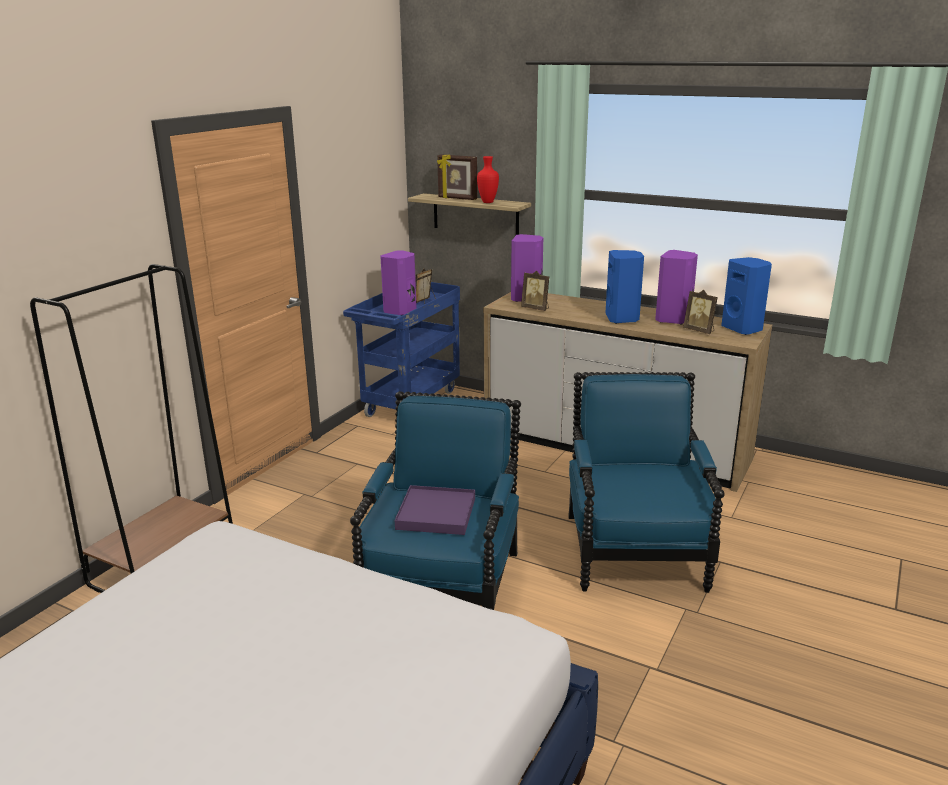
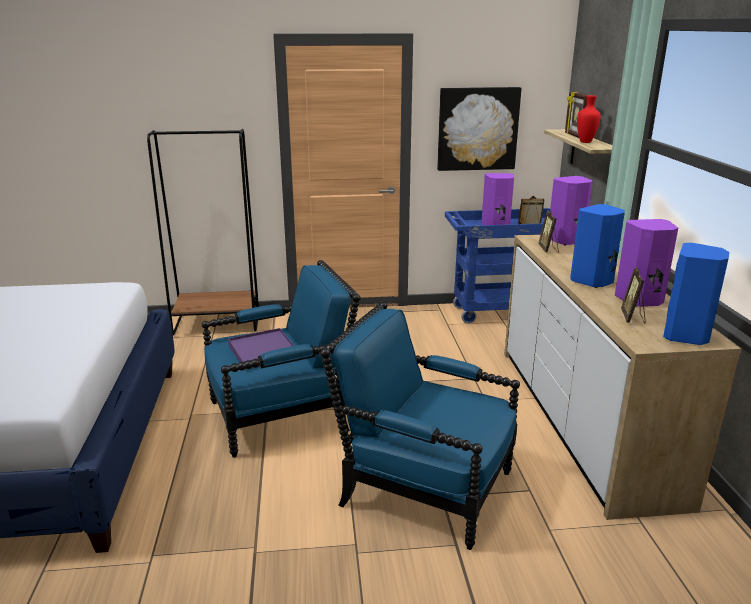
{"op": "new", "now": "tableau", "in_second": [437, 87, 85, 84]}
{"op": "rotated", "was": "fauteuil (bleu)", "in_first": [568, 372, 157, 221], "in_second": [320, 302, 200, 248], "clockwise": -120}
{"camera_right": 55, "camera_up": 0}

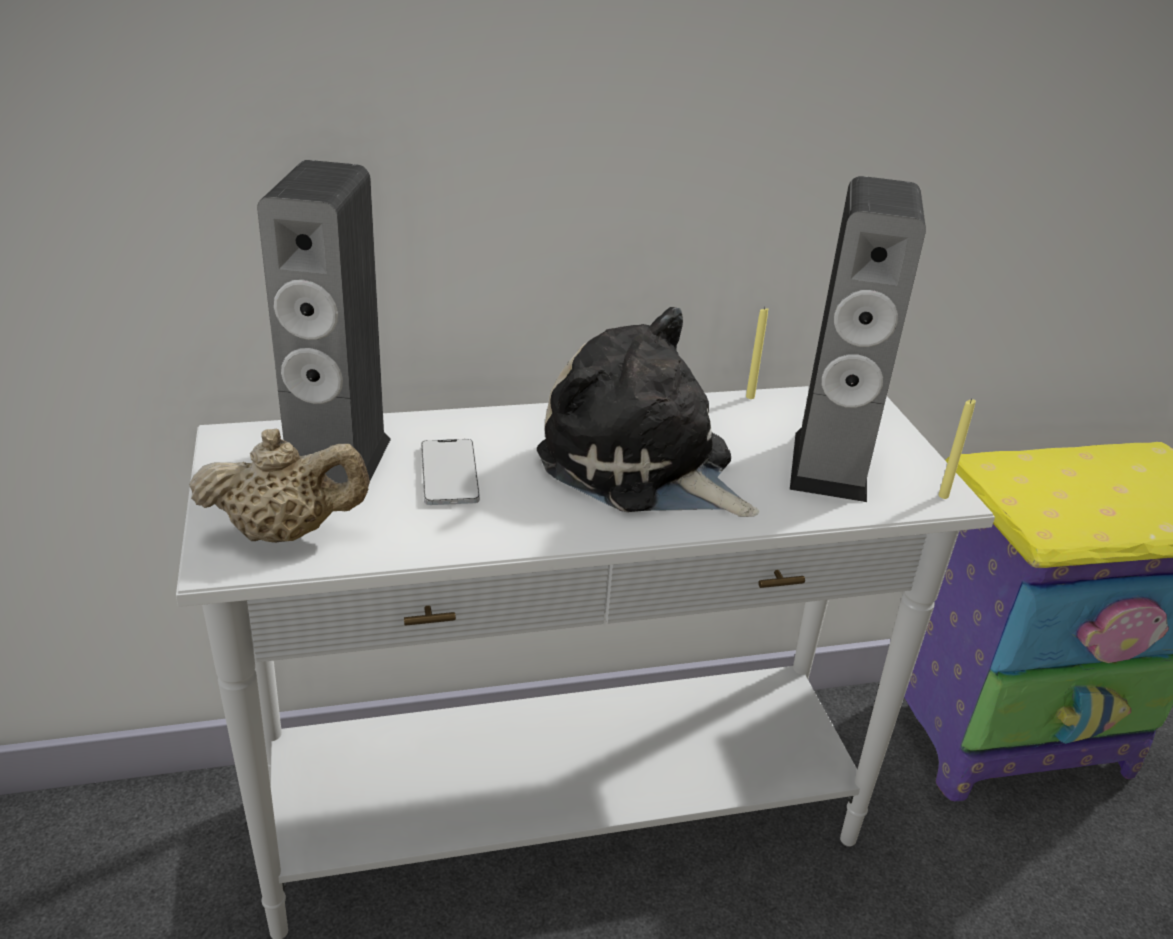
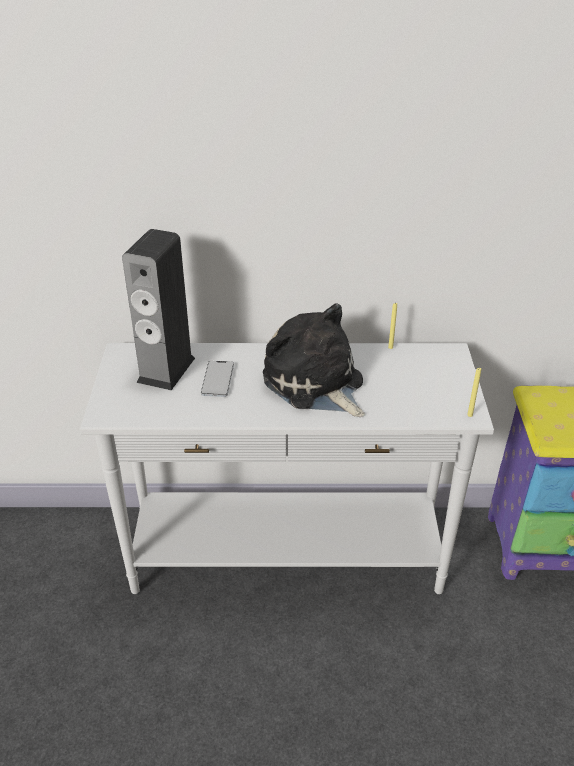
{"op": "gone", "was": "théière (beige)", "in_first": [189, 428, 181, 115]}
{"op": "gone", "was": "enceinte", "in_first": [790, 176, 136, 326]}
{"camera_right": 15, "camera_up": 5}

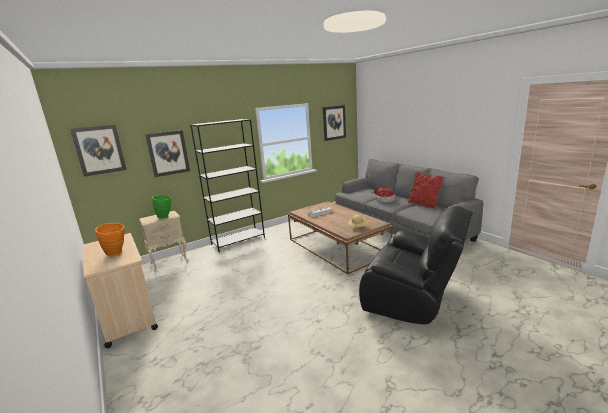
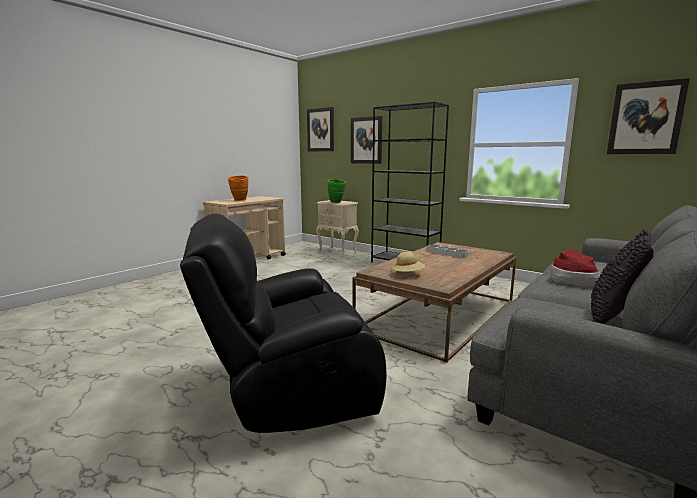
{"op": "repainted", "was": "coussin (rouge)", "now": "coussin (noir)", "in_first": [408, 172, 36, 37], "in_second": [591, 230, 63, 94]}
{"op": "rotated", "was": "fauteuil (noir)", "in_first": [359, 206, 114, 118], "in_second": [180, 214, 206, 219], "clockwise": 60}
{"camera_right": 70, "camera_up": -5}

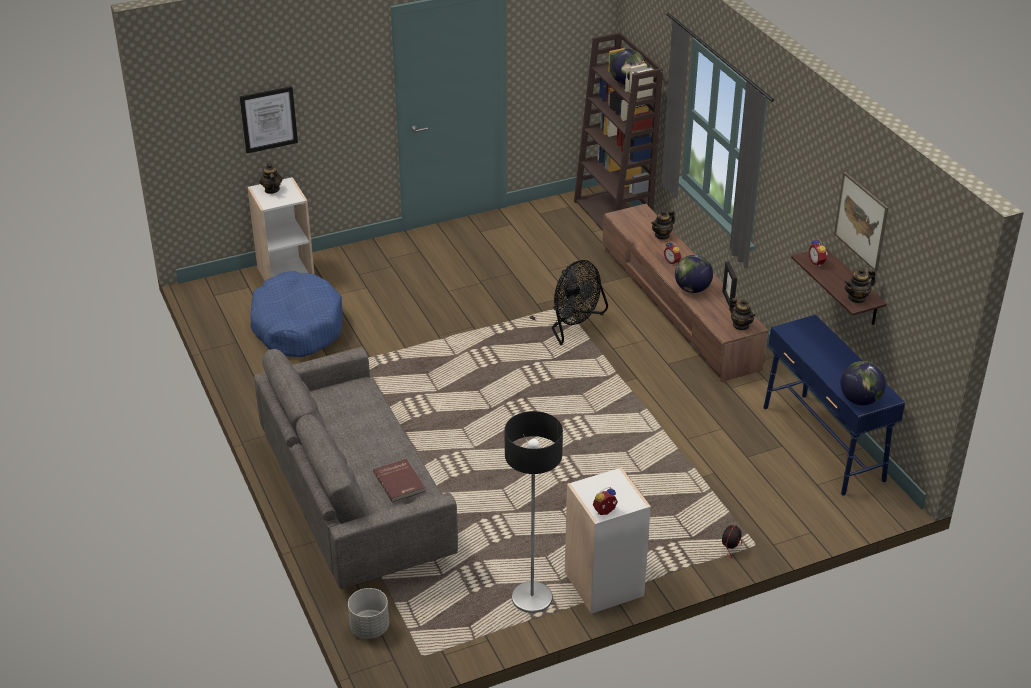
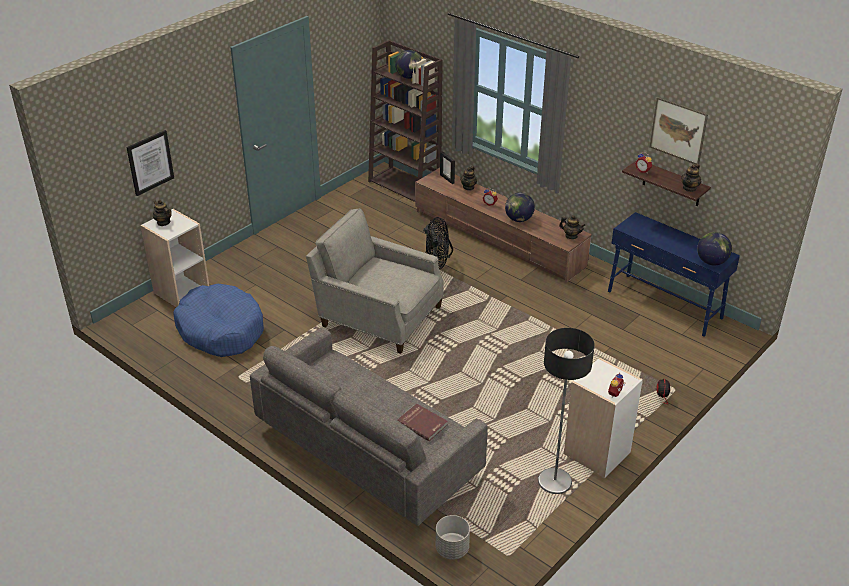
{"op": "new", "now": "fauteuil (gris)", "in_second": [306, 208, 138, 146]}
{"op": "shifted", "was": "cadre photo", "in_first": [722, 261, 15, 47], "in_second": [440, 151, 15, 33]}
{"camera_right": -25, "camera_up": 0}

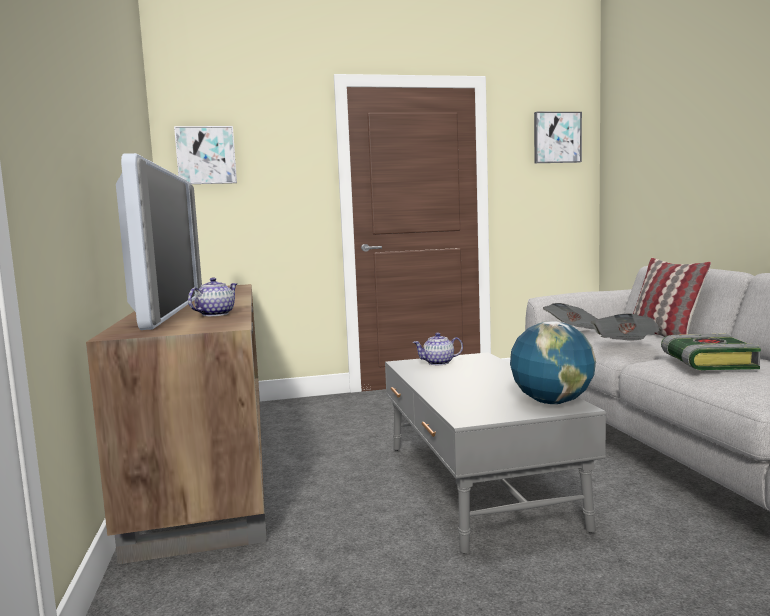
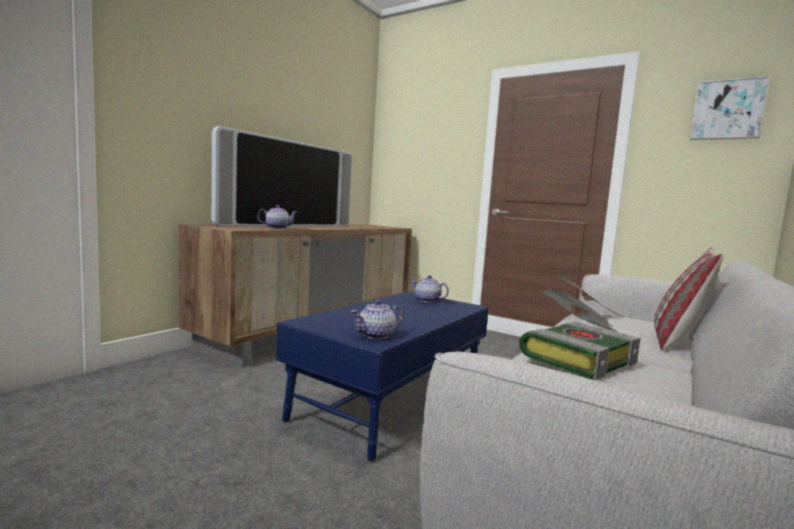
{"op": "gone", "was": "tableau", "in_first": [174, 126, 63, 58]}
{"op": "swapped", "was": "globe", "now": "théière", "in_first": [510, 321, 86, 83], "in_second": [351, 300, 52, 39]}
{"op": "repainted", "was": "table basse (gris)", "now": "table basse (bleu)", "in_first": [385, 352, 221, 202], "in_second": [276, 292, 213, 169]}
{"camera_right": 45, "camera_up": 0}

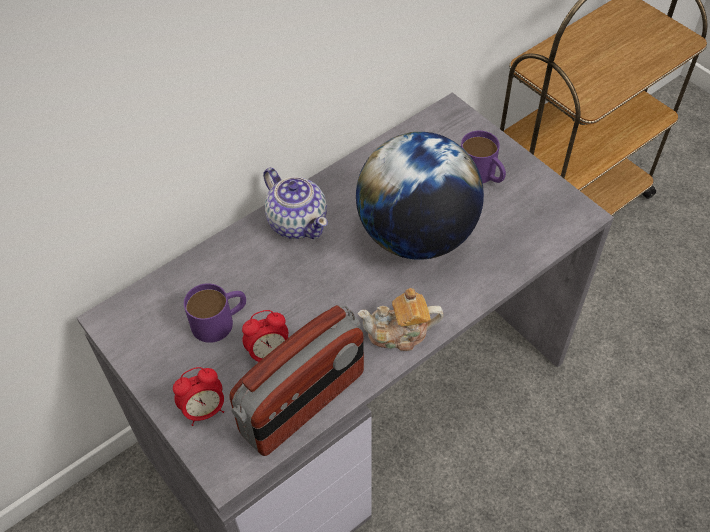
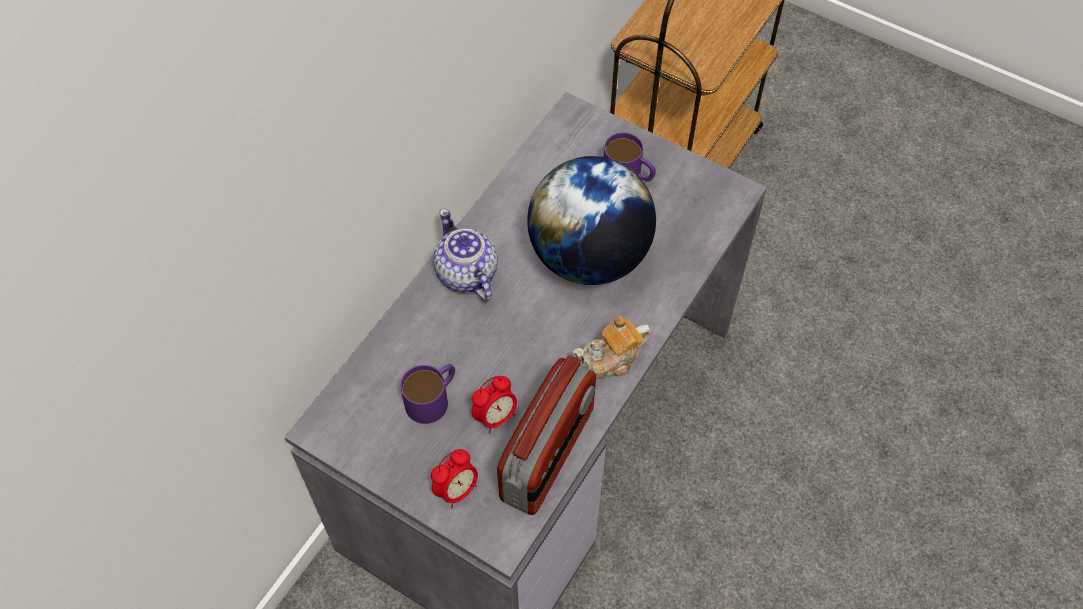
{"op": "rotated", "was": "théière", "in_first": [263, 167, 65, 72], "in_second": [433, 208, 65, 93], "clockwise": -150}
{"camera_right": -20, "camera_up": 5}

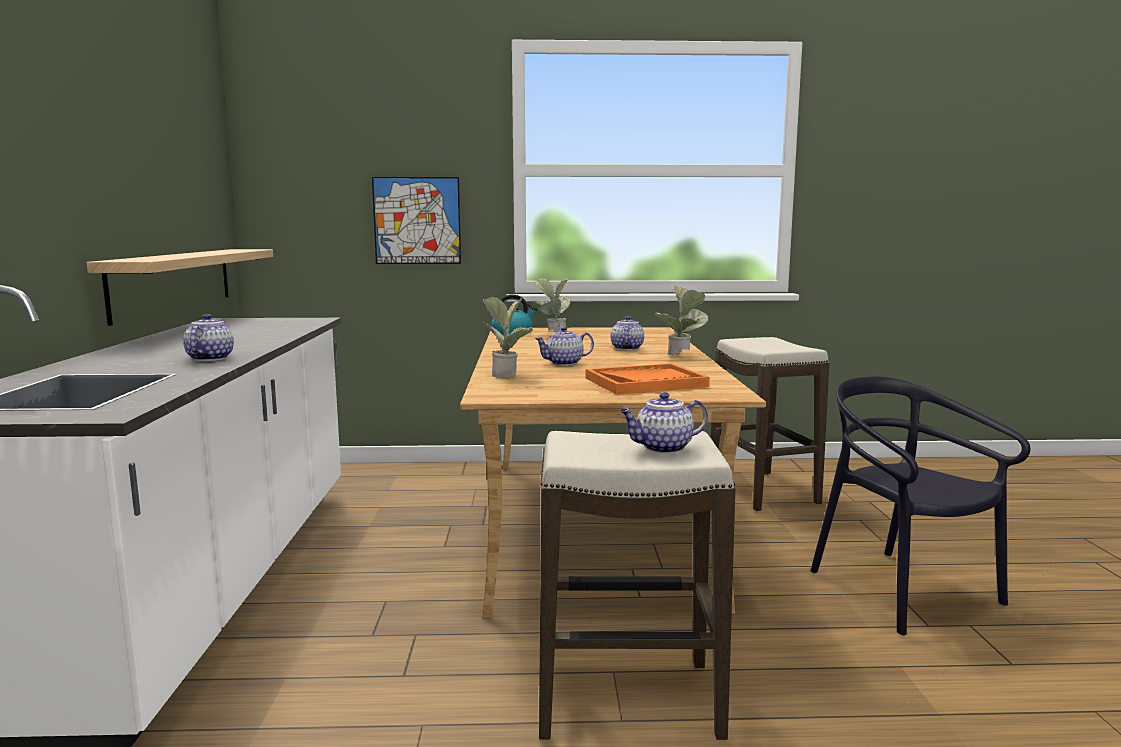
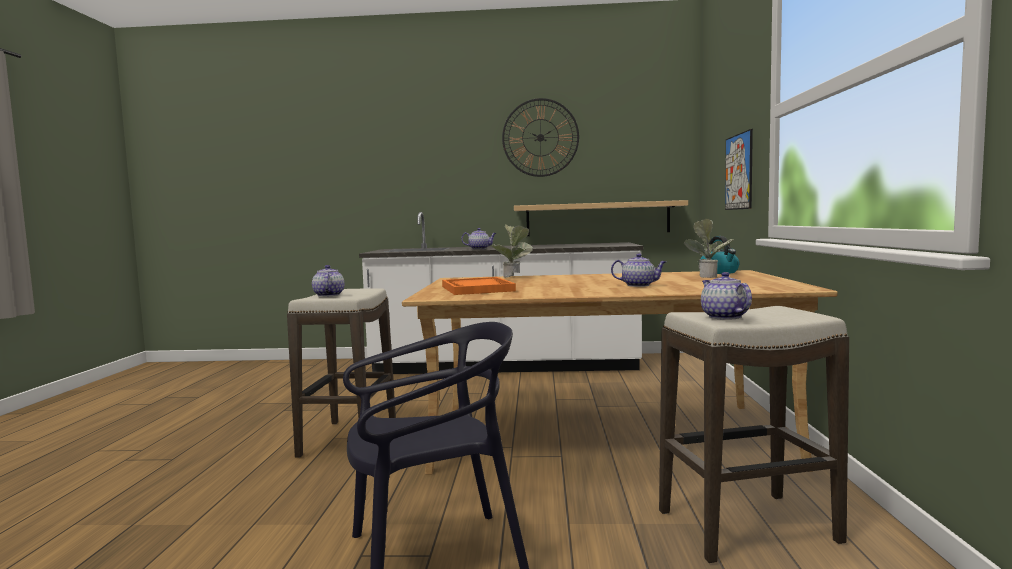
{"op": "gone", "was": "plante en pot", "in_first": [655, 286, 53, 69]}
{"op": "new", "now": "horloge murale", "in_second": [502, 98, 77, 79]}
{"op": "shifted", "was": "théière", "in_first": [535, 327, 59, 39], "in_second": [701, 272, 51, 48]}
{"camera_right": 95, "camera_up": -5}

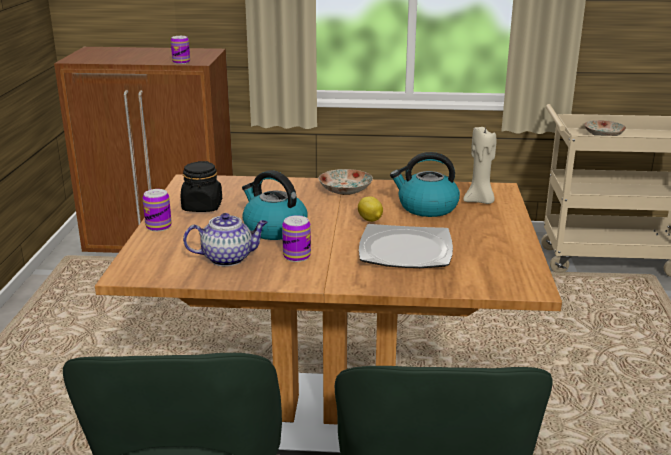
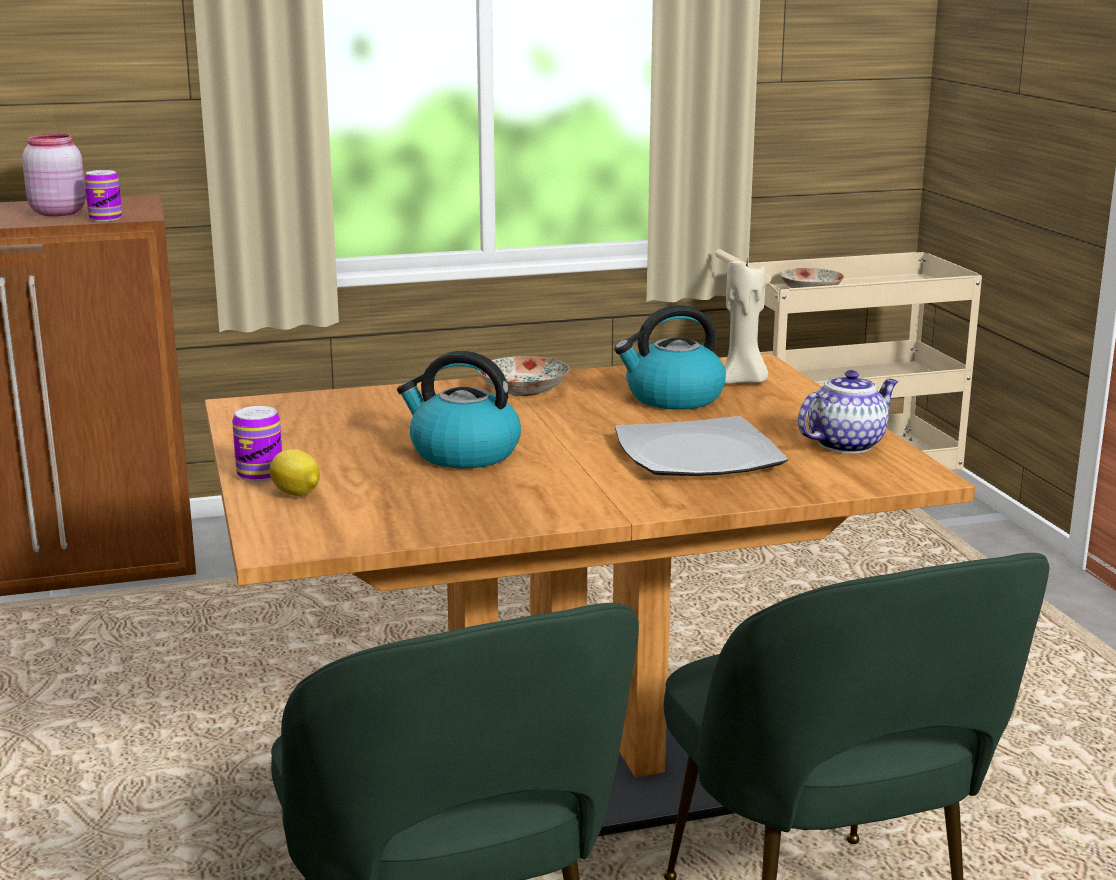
{"op": "gone", "was": "bocal (noir)", "in_first": [181, 161, 41, 51]}
{"op": "gone", "was": "boîte métallique", "in_first": [282, 215, 29, 47]}
{"op": "new", "now": "bocal (rose)", "in_second": [22, 134, 64, 82]}
{"op": "shifted", "was": "théière", "in_first": [183, 213, 85, 53], "in_second": [798, 370, 100, 84]}
{"op": "shifted", "was": "citron", "in_first": [358, 196, 25, 26], "in_second": [270, 449, 50, 47]}
{"camera_right": -20, "camera_up": -5}

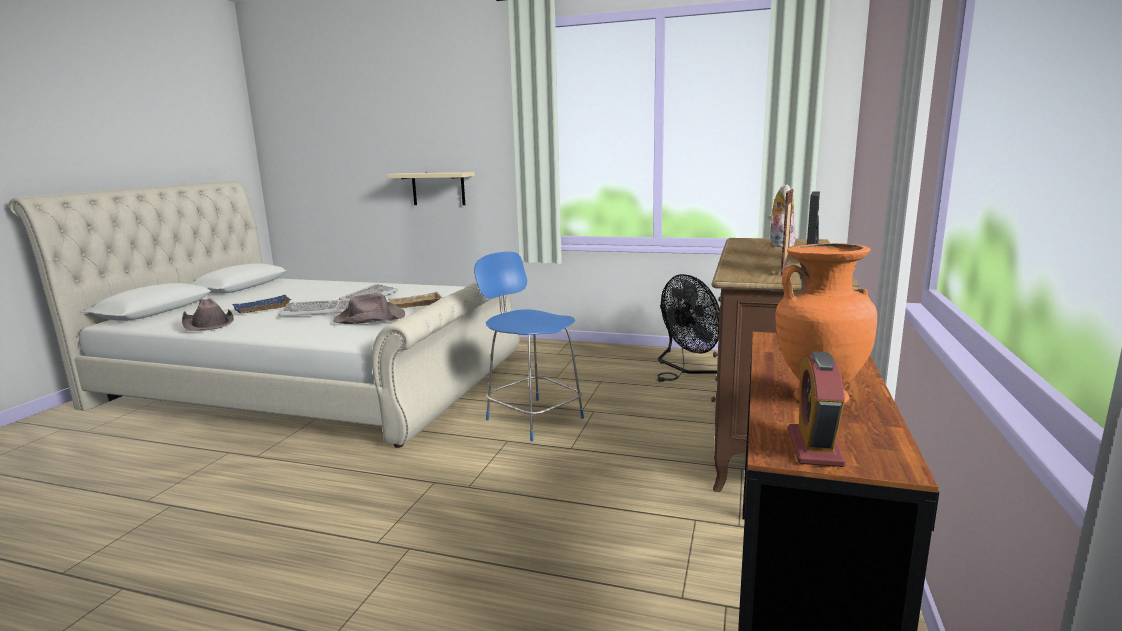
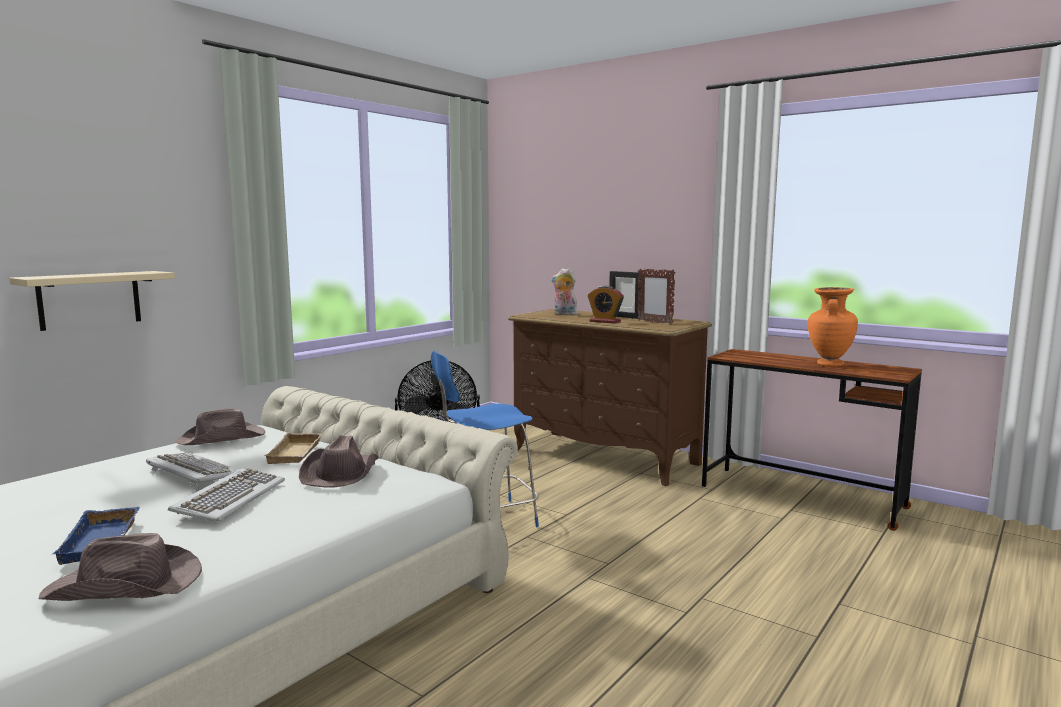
{"op": "new", "now": "chapeau (marron)", "in_second": [175, 408, 90, 37]}
{"op": "shifted", "was": "réveil", "in_first": [788, 351, 58, 116], "in_second": [588, 286, 36, 37]}
{"camera_right": -70, "camera_up": -5}

